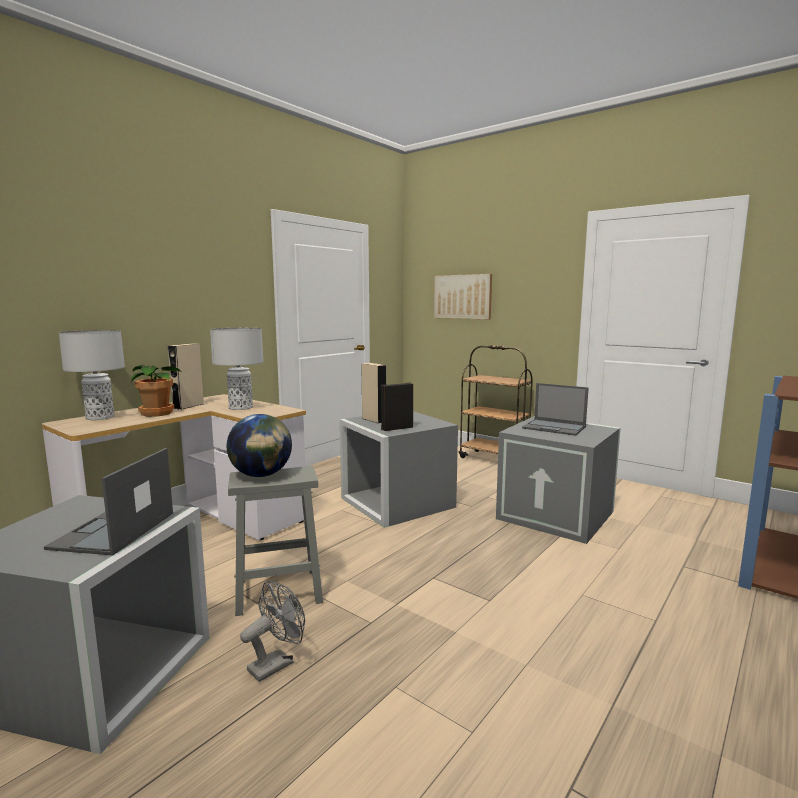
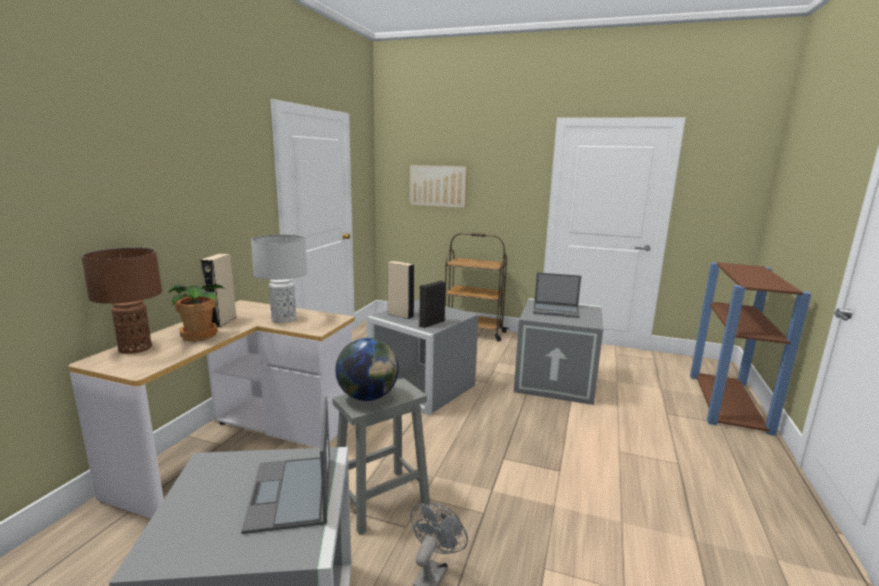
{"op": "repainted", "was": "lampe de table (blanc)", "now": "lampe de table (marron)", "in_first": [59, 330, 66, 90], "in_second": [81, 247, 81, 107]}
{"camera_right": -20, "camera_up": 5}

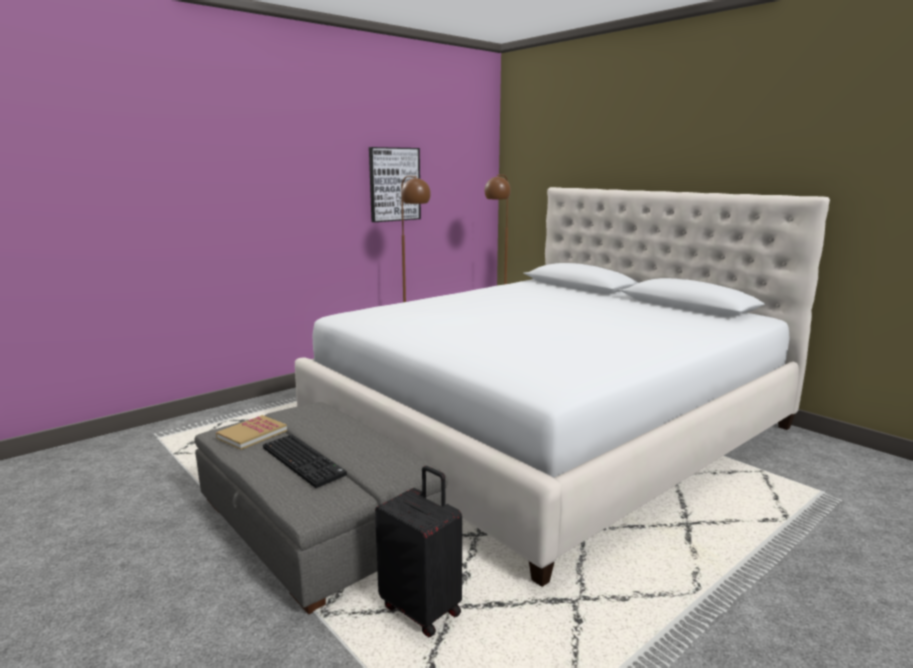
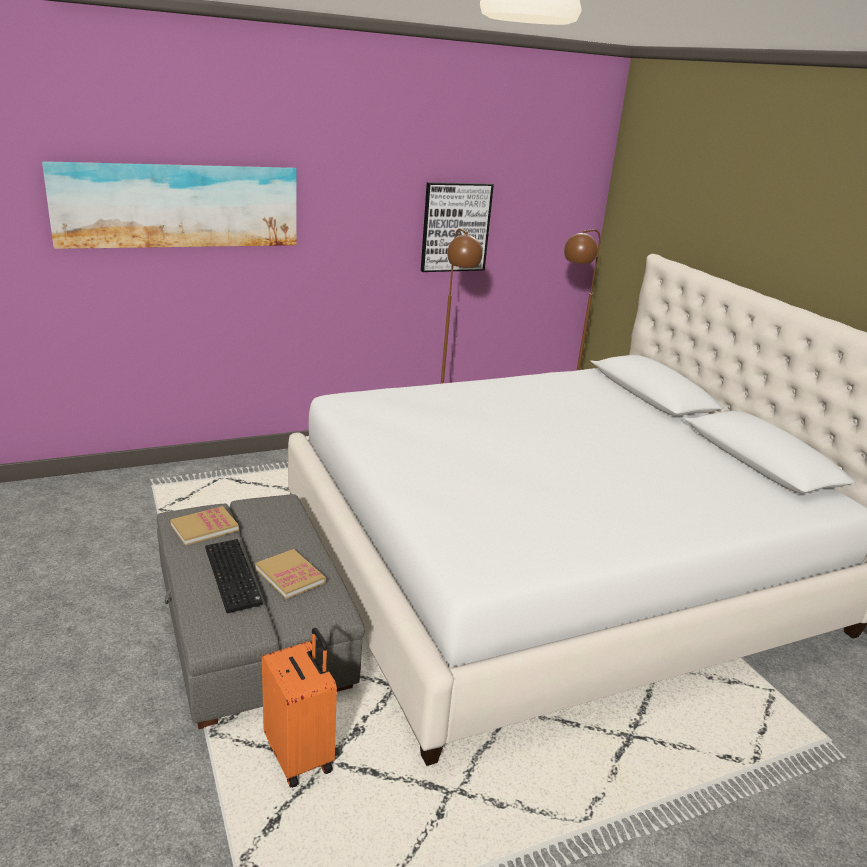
{"op": "new", "now": "tableau", "in_second": [42, 161, 255, 88]}
{"op": "new", "now": "livre", "in_second": [255, 549, 71, 50]}
{"op": "repainted", "was": "valise (noir)", "now": "valise (orange)", "in_first": [375, 466, 87, 171], "in_second": [262, 628, 75, 160]}
{"camera_right": 15, "camera_up": 10}

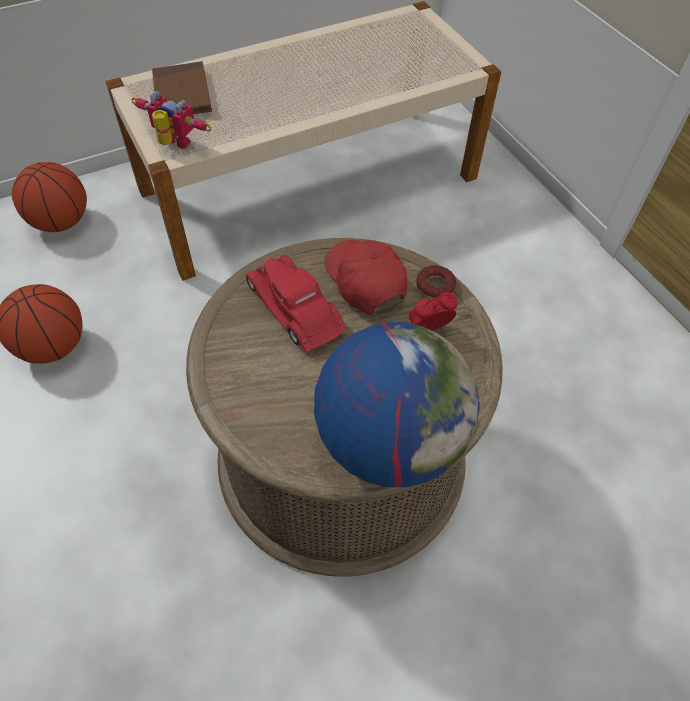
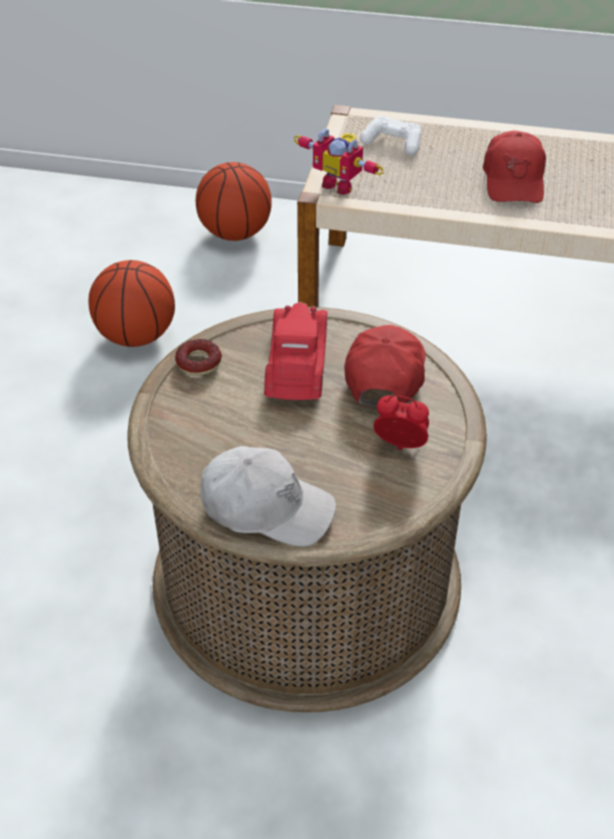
{"op": "new", "now": "casquette (rouge)", "in_second": [483, 131, 63, 72]}
{"op": "shifted", "was": "beignet", "in_first": [416, 265, 40, 34], "in_second": [175, 339, 47, 36]}
{"op": "swapped", "was": "livre (marron)", "now": "manette (blanc)", "in_first": [152, 61, 60, 53], "in_second": [360, 116, 61, 39]}
{"op": "swapped", "was": "globe", "now": "casquette (blanc)", "in_first": [314, 322, 165, 165], "in_second": [200, 446, 136, 101]}
{"op": "rotated", "was": "robot jouet", "in_first": [131, 91, 81, 58], "in_second": [294, 128, 90, 67], "clockwise": 150}
{"camera_right": 40, "camera_up": -10}

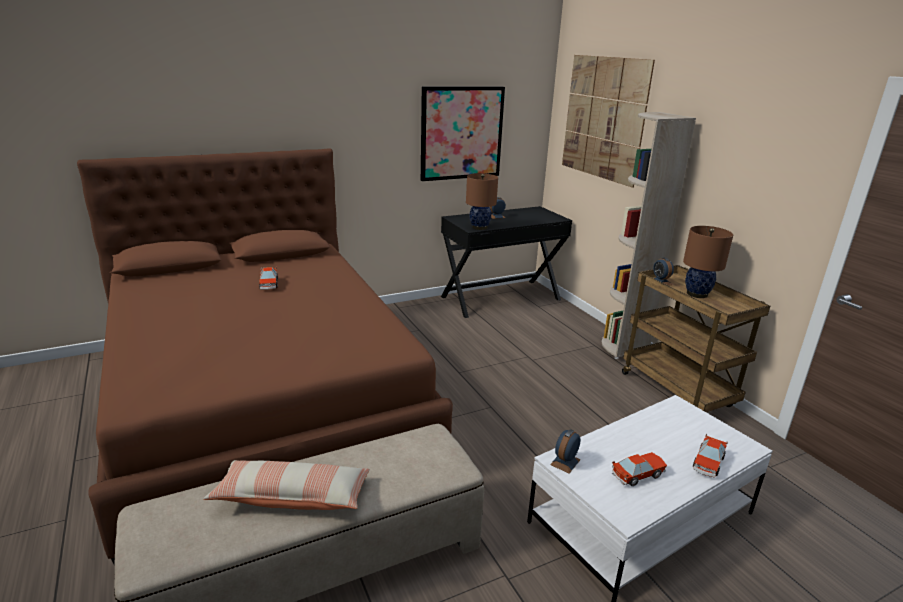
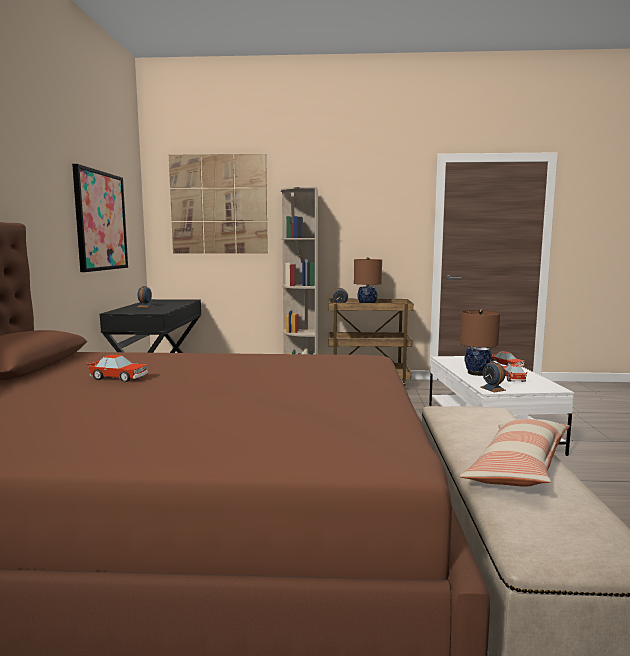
{"op": "shifted", "was": "lampe de table (marron)", "in_first": [466, 173, 32, 57], "in_second": [460, 309, 40, 67]}
{"camera_right": -60, "camera_up": -15}

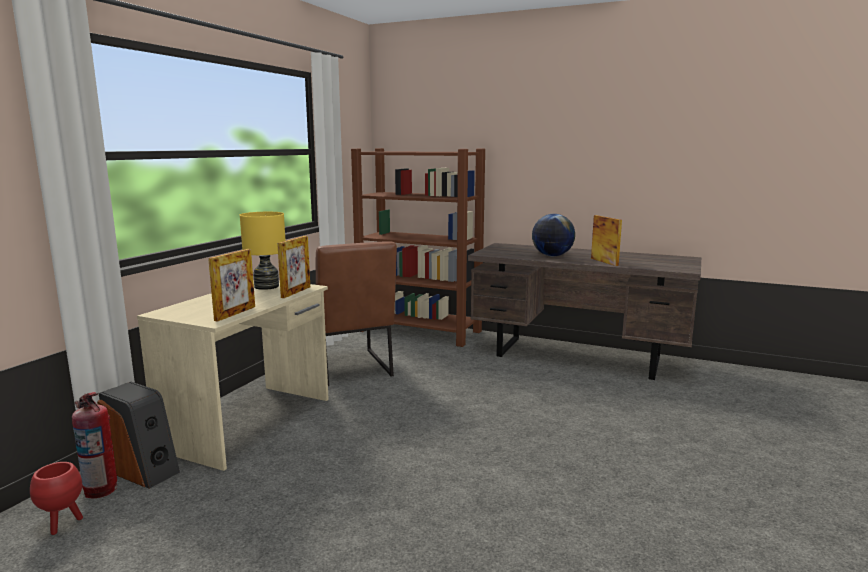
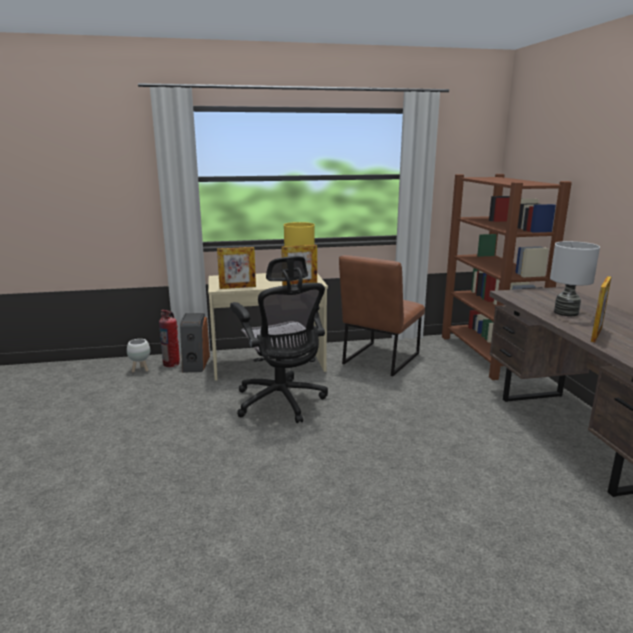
{"op": "new", "now": "chaise de bureau", "in_second": [230, 256, 98, 167]}
{"op": "swapped", "was": "globe", "now": "lampe de table (gris)", "in_first": [532, 214, 43, 42], "in_second": [550, 241, 50, 75]}
{"op": "repainted", "was": "cache-pot (rouge)", "now": "cache-pot (blanc)", "in_first": [30, 462, 53, 73], "in_second": [127, 339, 23, 33]}
{"camera_right": 55, "camera_up": 5}

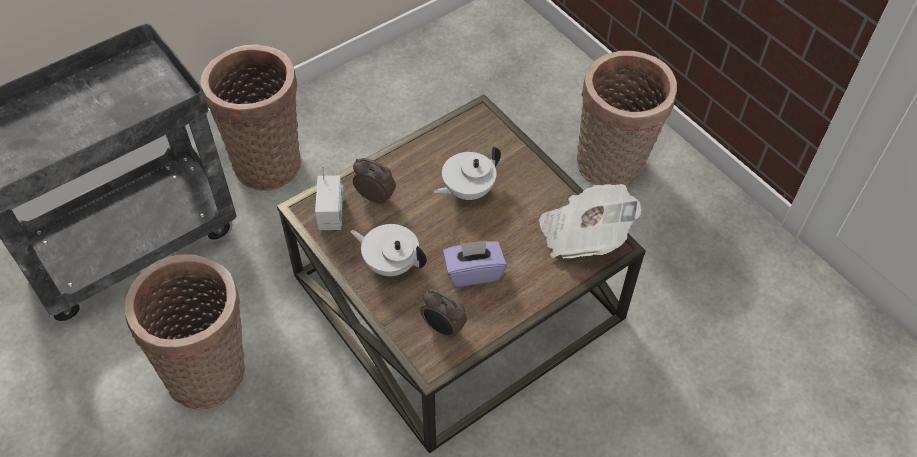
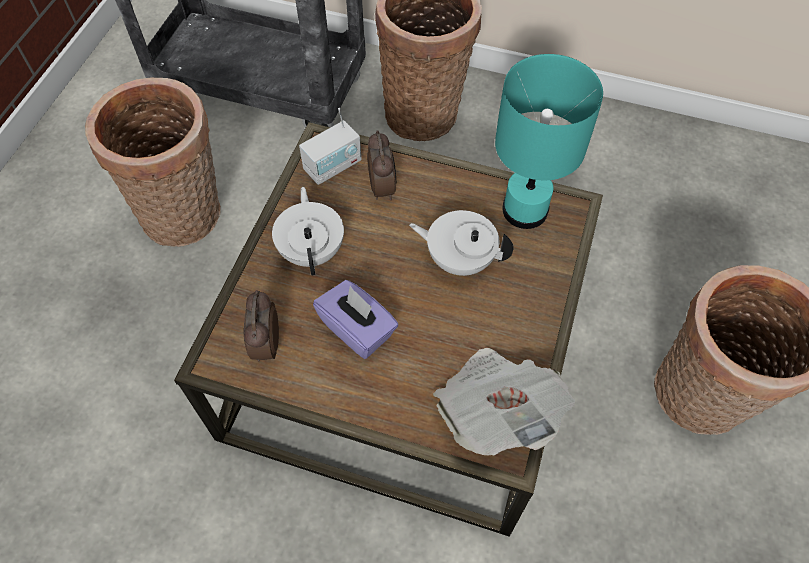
{"op": "new", "now": "lampe de table (turquoise)", "in_second": [495, 54, 108, 175]}
{"camera_right": 55, "camera_up": 5}

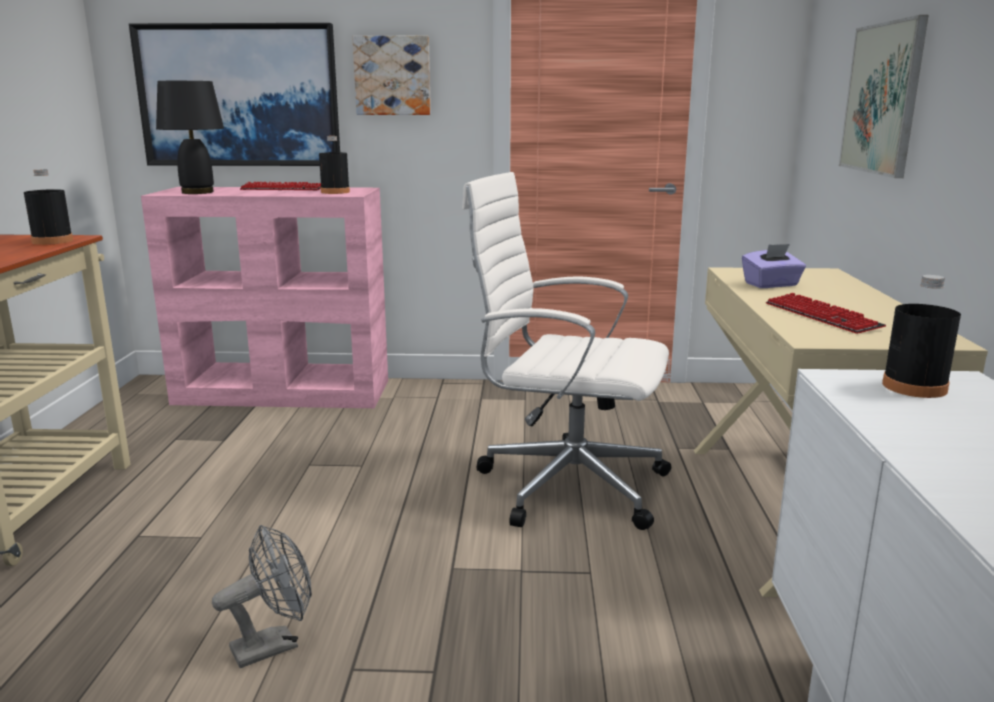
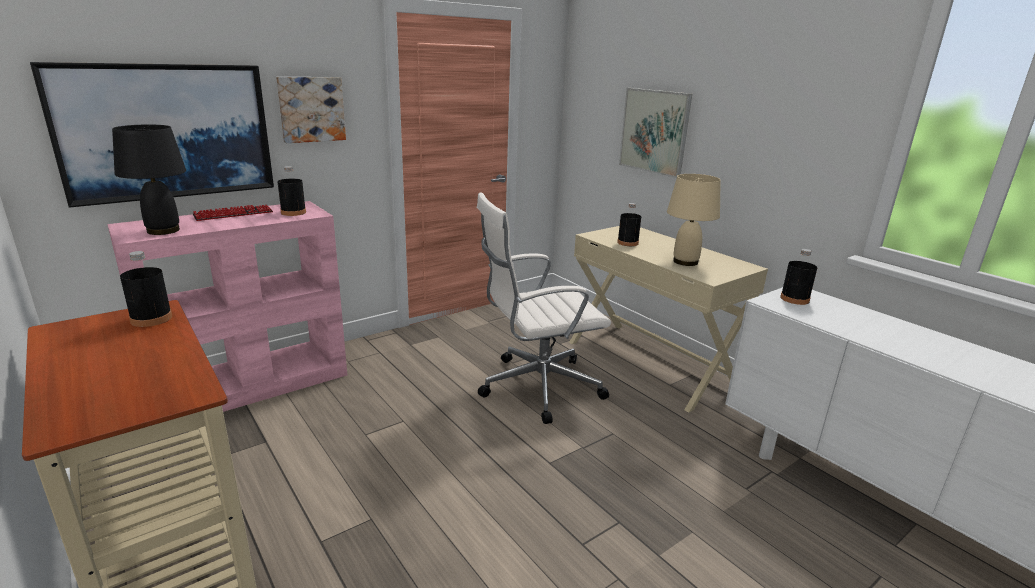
{"op": "gone", "was": "ventilateur (gris)", "in_first": [212, 525, 100, 143]}
{"op": "swapped", "was": "boîte à mouchoirs (violet)", "now": "bouteille (noir)", "in_first": [742, 244, 64, 44], "in_second": [617, 203, 24, 43]}
{"op": "swapped", "was": "clavier", "now": "lampe de table (beige)", "in_first": [766, 293, 120, 41], "in_second": [667, 174, 54, 92]}
{"camera_right": -40, "camera_up": 5}

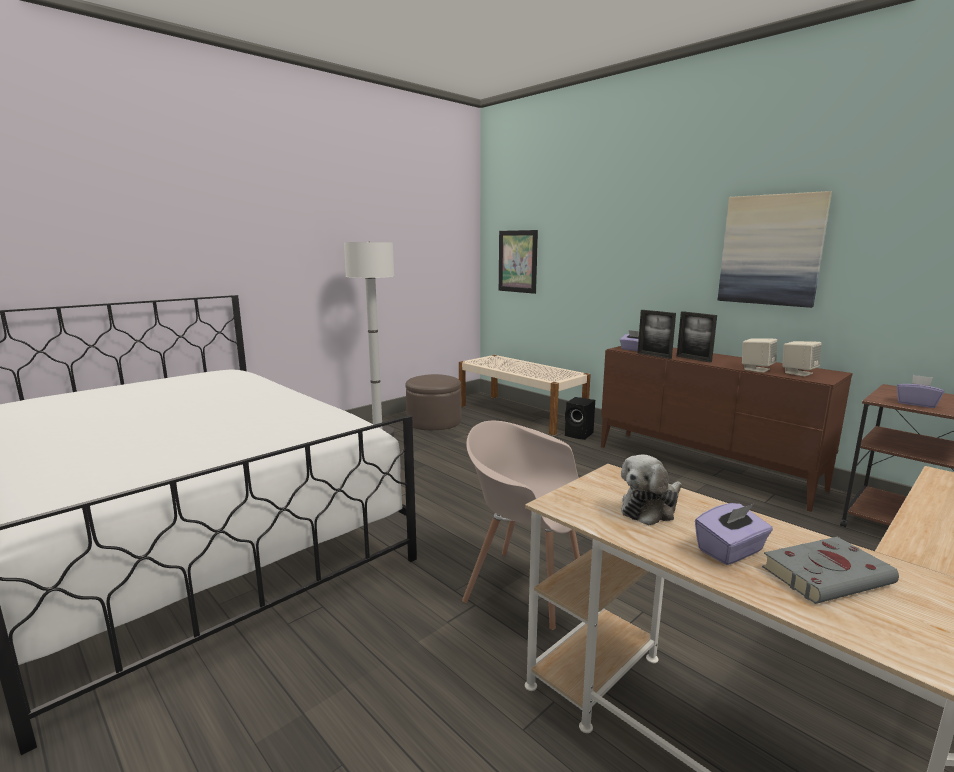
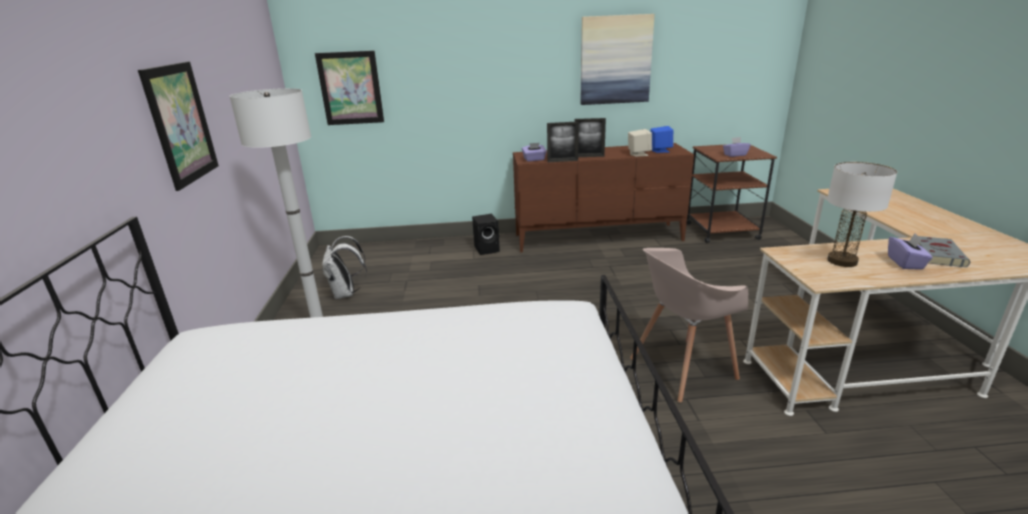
{"op": "gone", "was": "banc (beige)", "in_first": [459, 355, 132, 80]}
{"op": "new", "now": "tableau", "in_second": [138, 61, 81, 130]}
{"op": "swapped", "was": "pouf (marron)", "now": "sac à dos (blanc)", "in_first": [405, 374, 56, 56], "in_second": [322, 236, 45, 63]}
{"op": "swapped", "was": "peluche", "now": "lampe de table", "in_first": [621, 454, 61, 72], "in_second": [827, 162, 70, 105]}
{"op": "repainted", "was": "enceinte (beige)", "now": "enceinte (bleu)", "in_first": [782, 341, 39, 36], "in_second": [650, 126, 24, 27]}
{"camera_right": -50, "camera_up": 10}

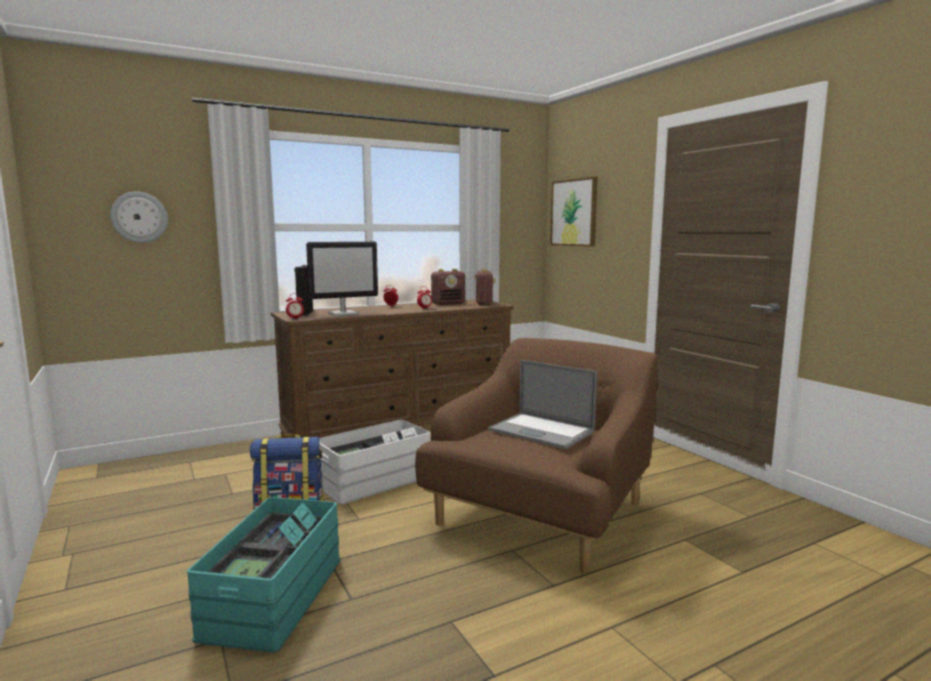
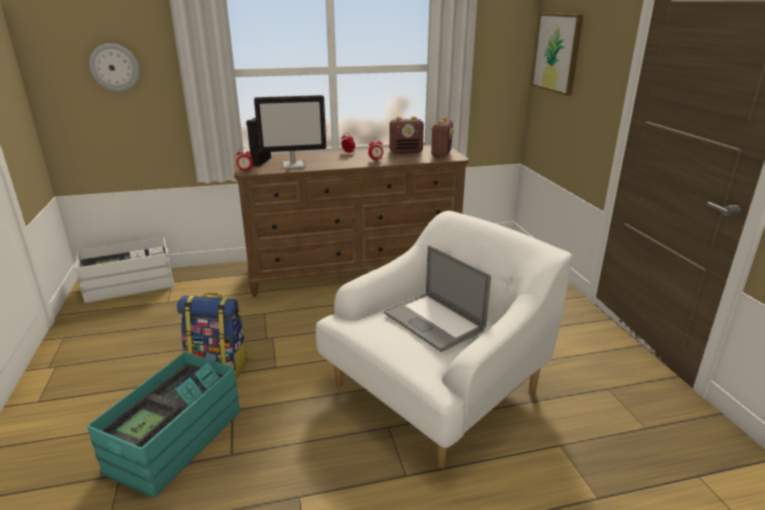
{"op": "shifted", "was": "boîte de rangement (blanc)", "in_first": [319, 419, 112, 85], "in_second": [75, 238, 99, 65]}
{"op": "repainted", "was": "fauteuil (marron)", "now": "fauteuil (blanc)", "in_first": [415, 338, 242, 236], "in_second": [316, 211, 256, 258]}
{"camera_right": 15, "camera_up": 15}

